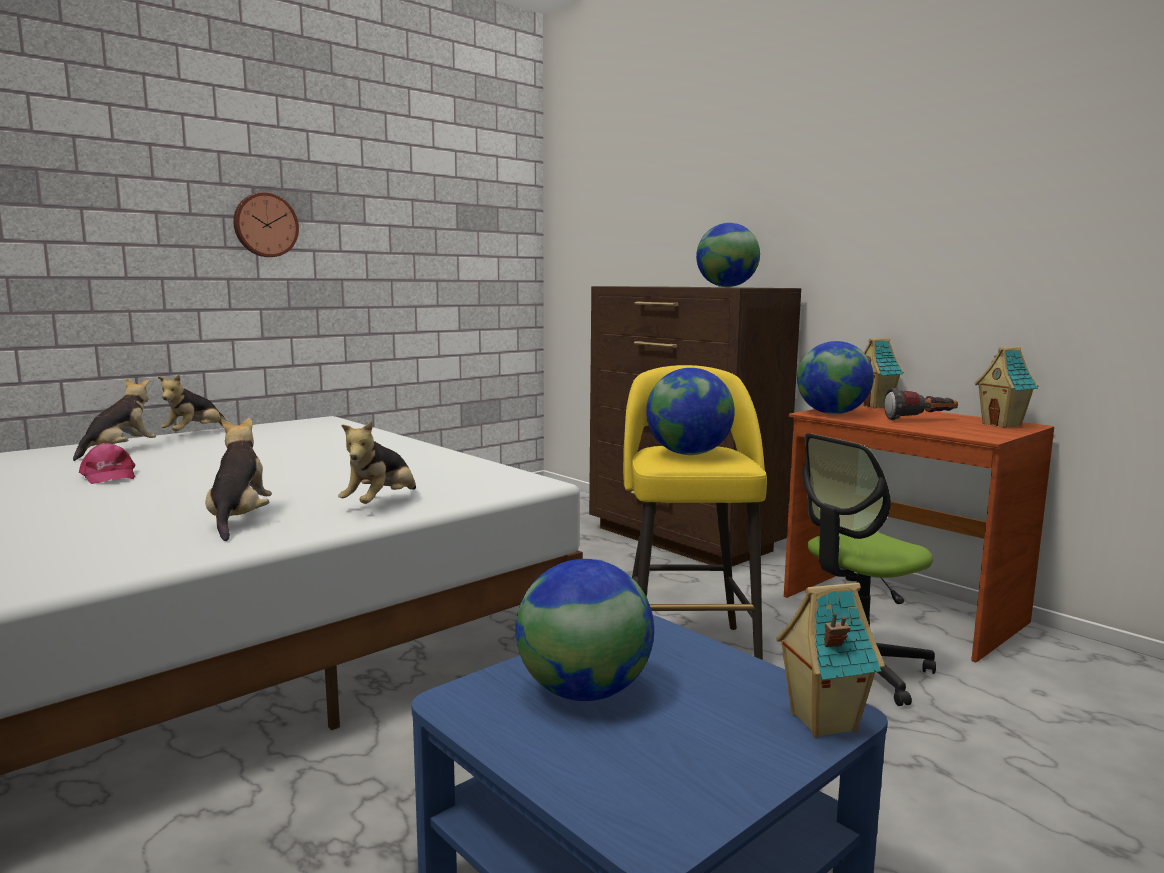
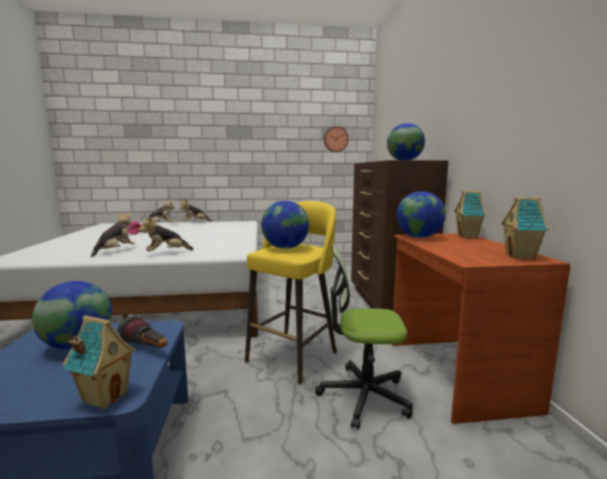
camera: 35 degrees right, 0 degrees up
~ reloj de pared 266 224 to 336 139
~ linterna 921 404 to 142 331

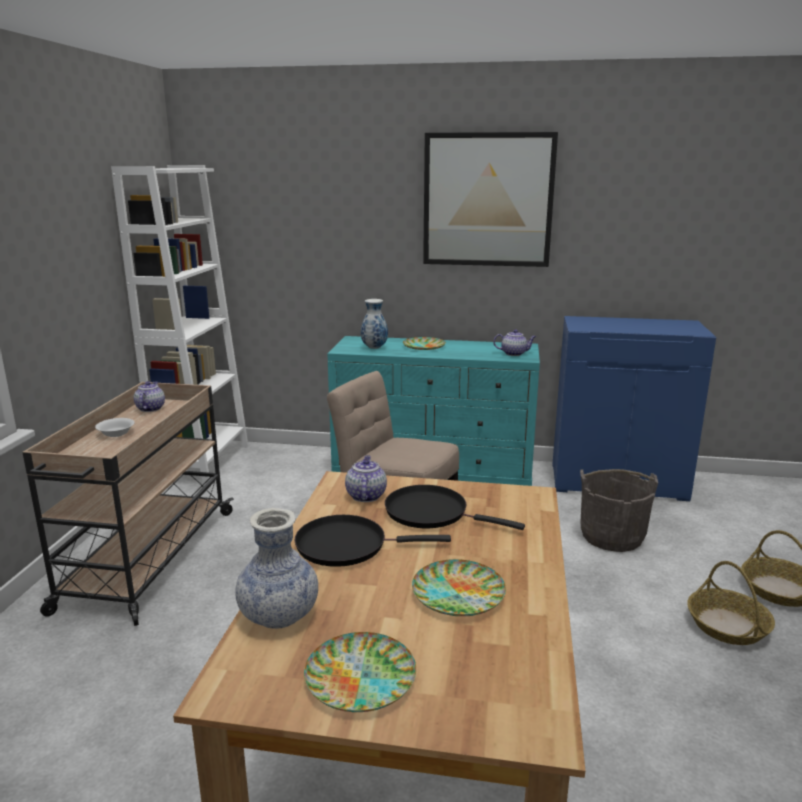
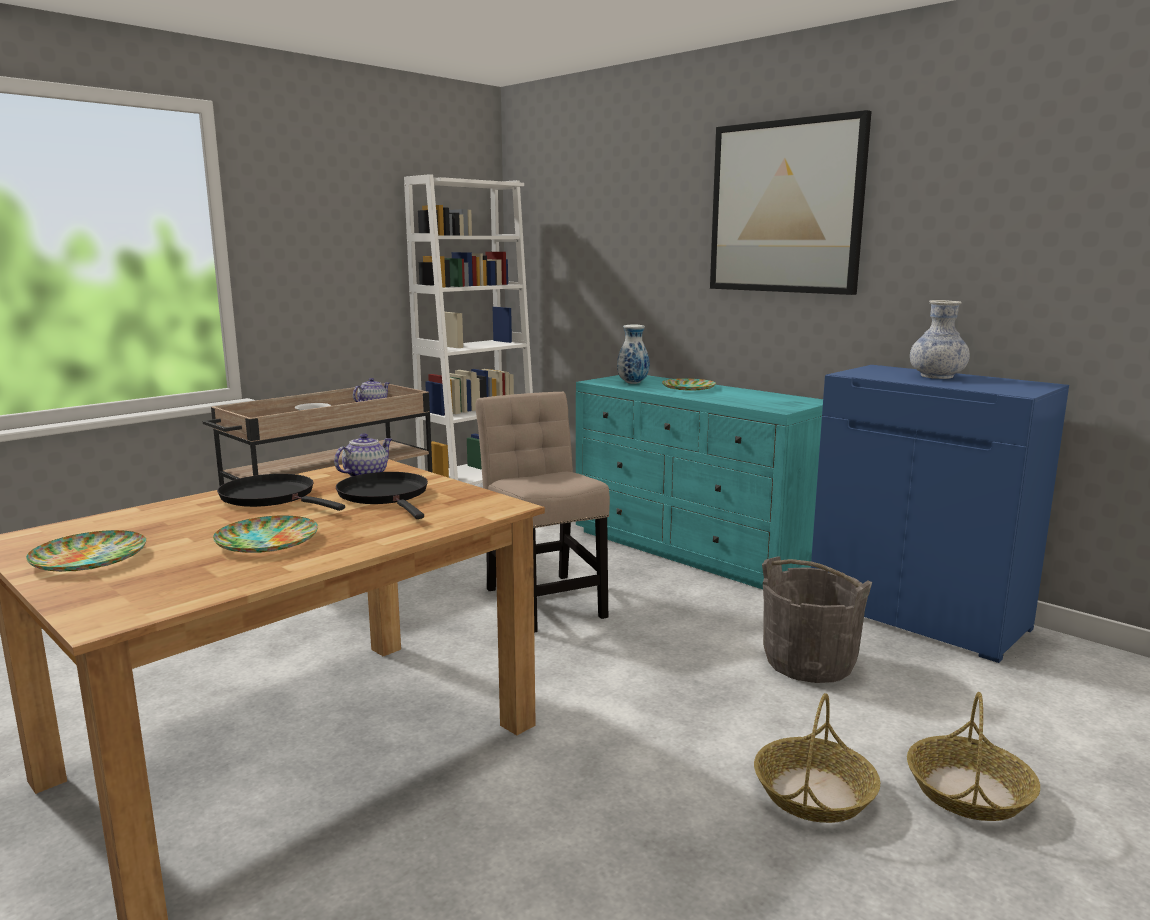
camera: 35 degrees right, 5 degrees down
- tetera 514 342
~ florero 276 568 to 940 339

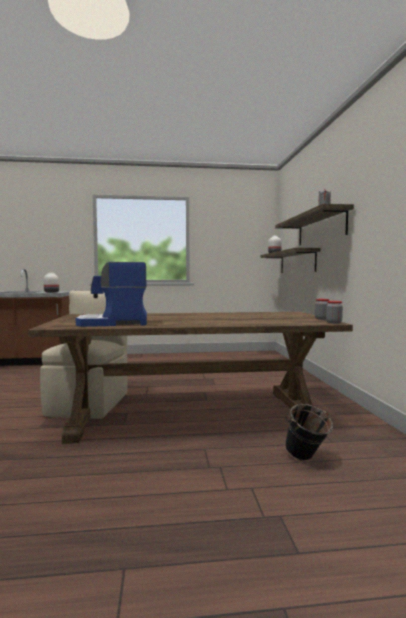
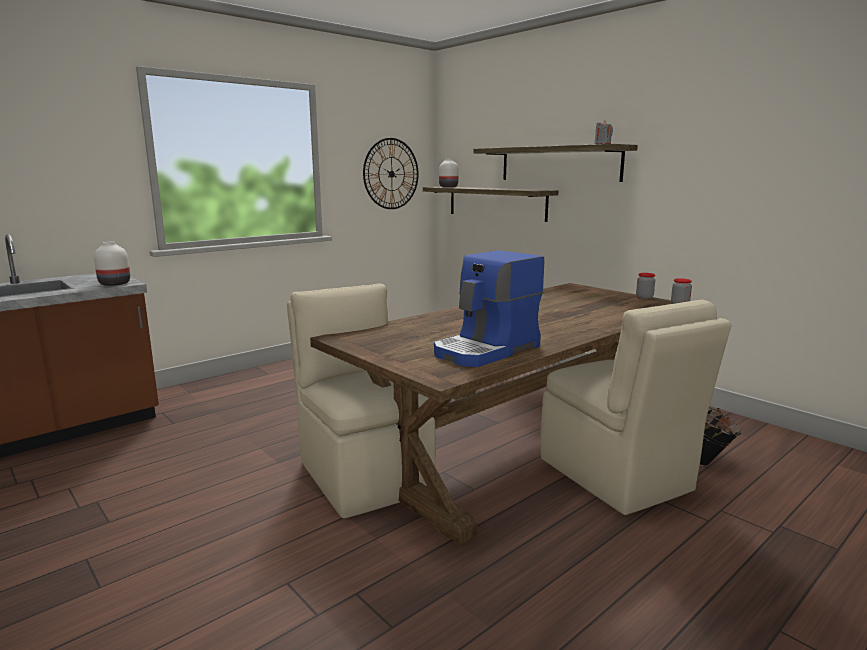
camera: 35 degrees left, 10 degrees up
+ reloj de pared 391 173
+ silla (beis) 636 407

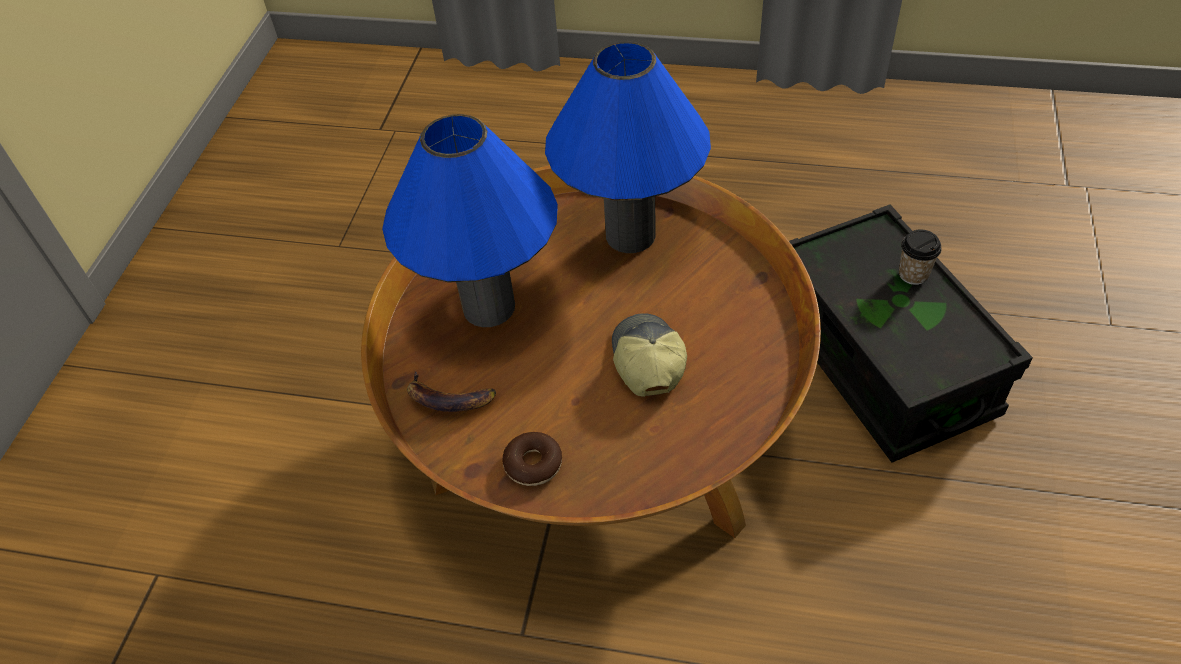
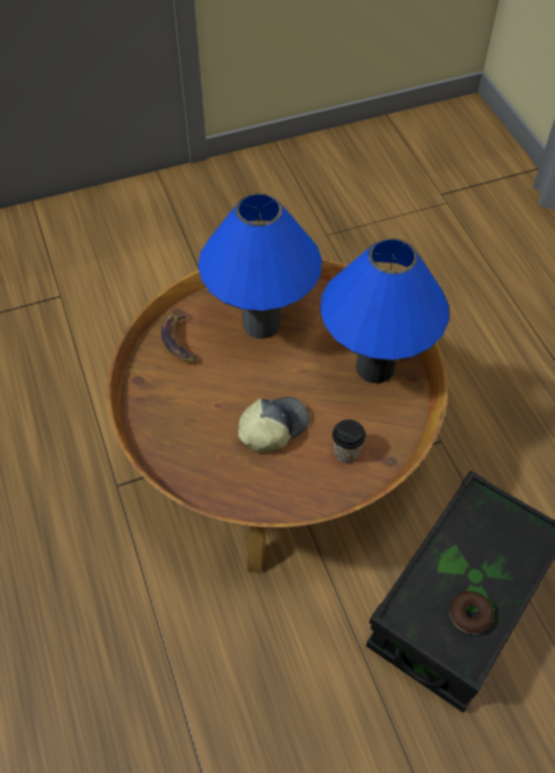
camera: 55 degrees right, 5 degrees up
~ rosquilla 532 459 to 471 612
~ taza 920 257 to 349 441

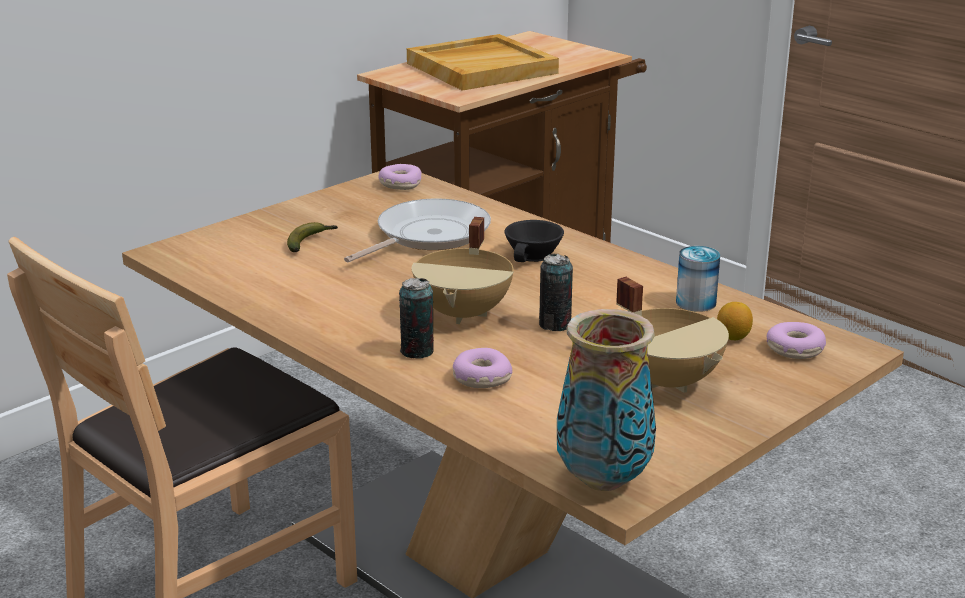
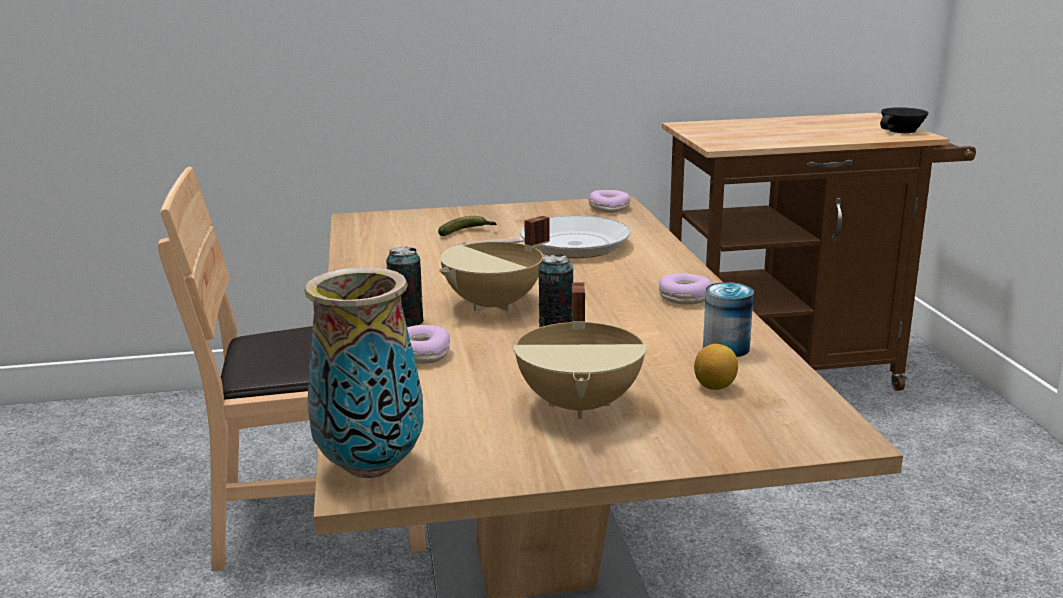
camera: 35 degrees right, 5 degrees down
- bandeja (beis) 483 62
~ taza (negro) 534 241 to 904 120
~ rosquilla 796 340 to 685 289

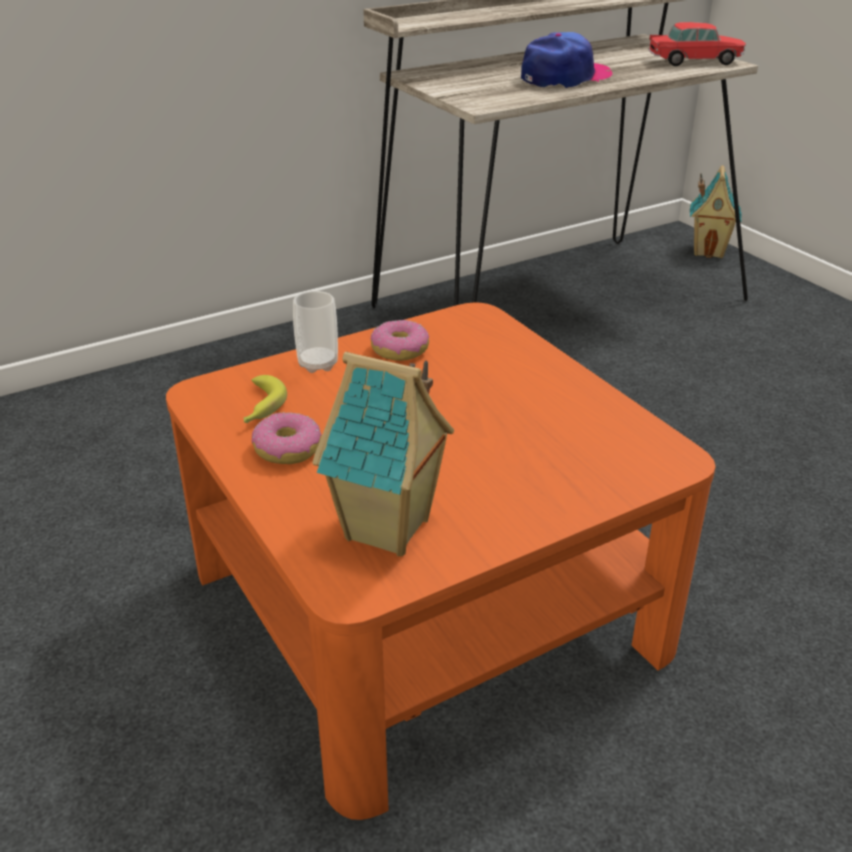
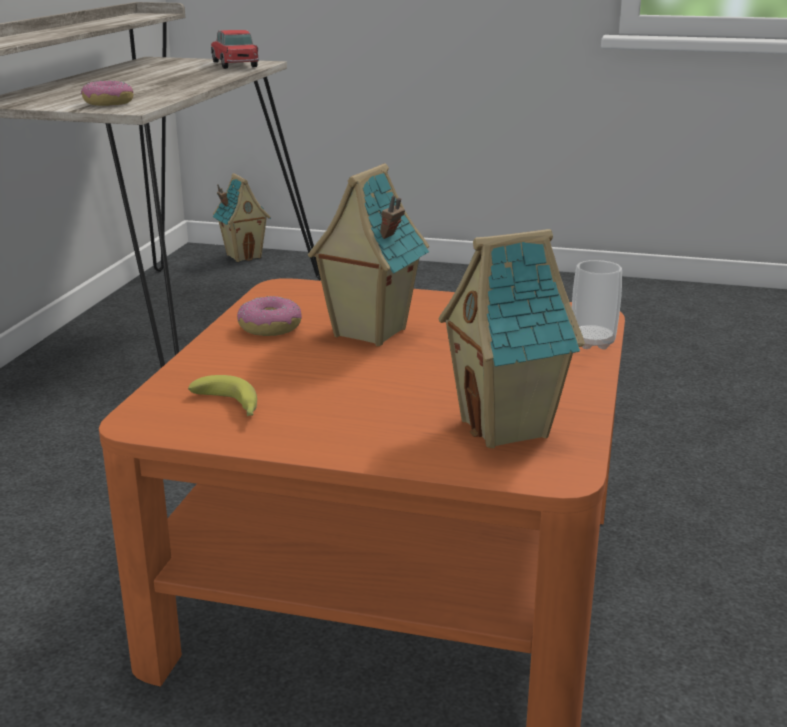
camera: 45 degrees left, 10 degrees down
- gorra 566 60
+ casita 368 254
~ rosquilla 287 438 to 107 93
~ taza 315 332 to 597 304
~ coche de juguete 697 44 = 235 49 60 degrees counterclockwise

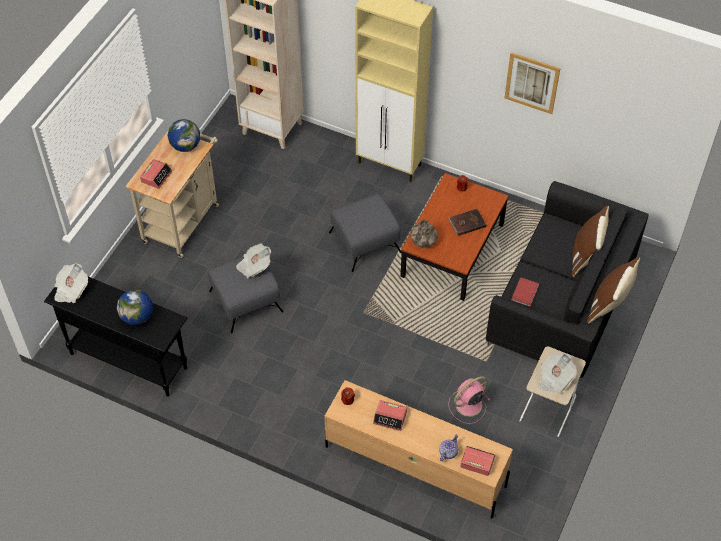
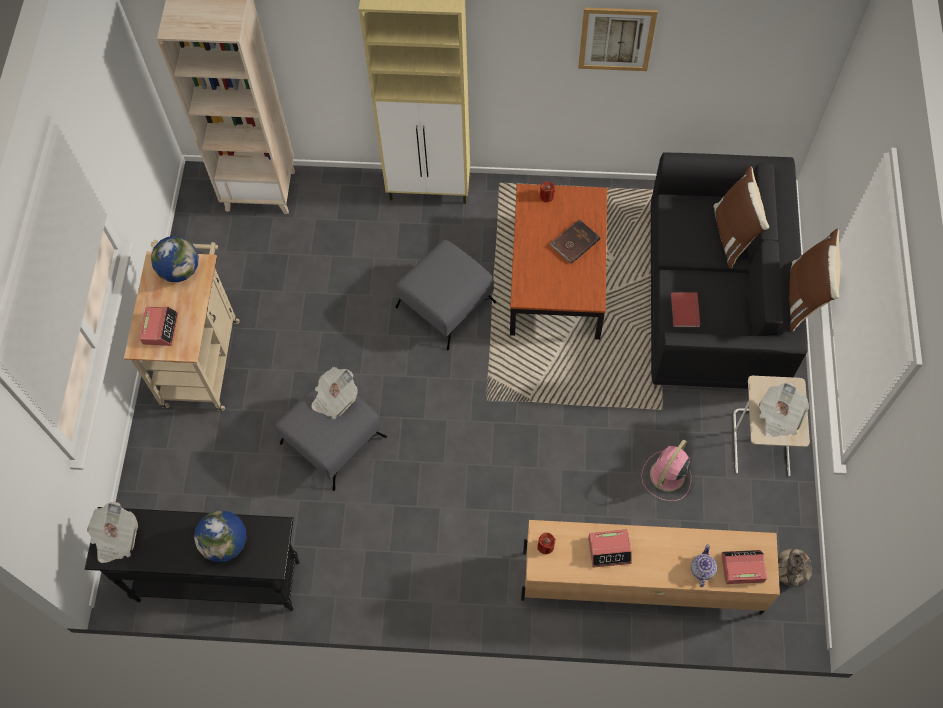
camera: 20 degrees left, 10 degrees up
~ florero 424 233 to 795 567

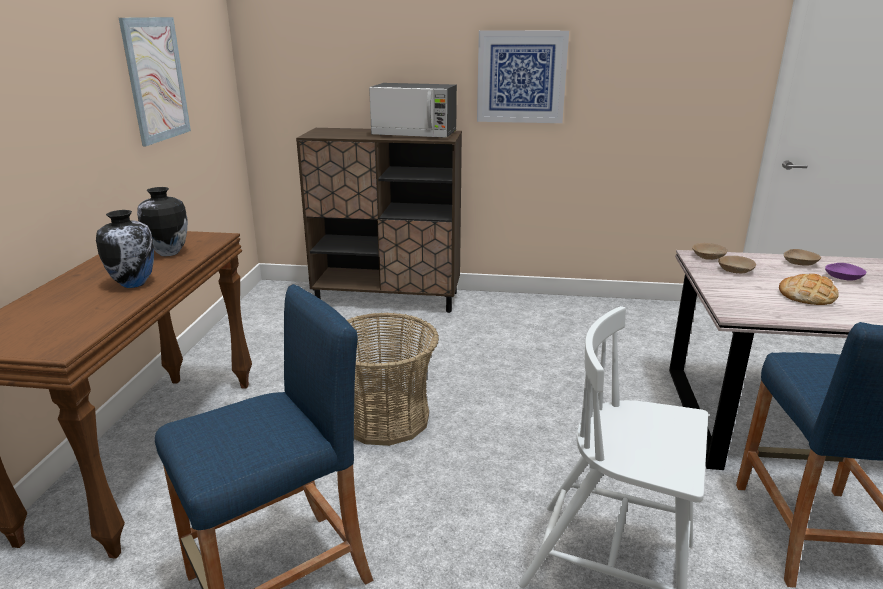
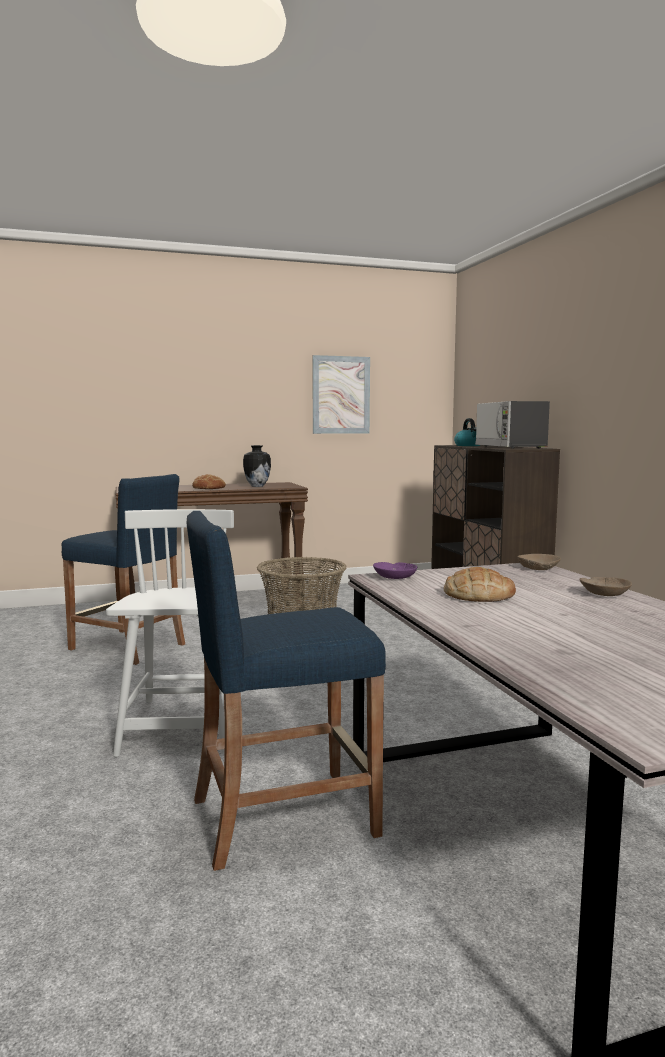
camera: 65 degrees right, 15 degrees down
- cuadro 523 76
- cuenco (beis) 737 264
+ hervidor 467 432
~ cuenco (morado) 845 271 to 395 570
~ florero 125 249 to pan 209 481

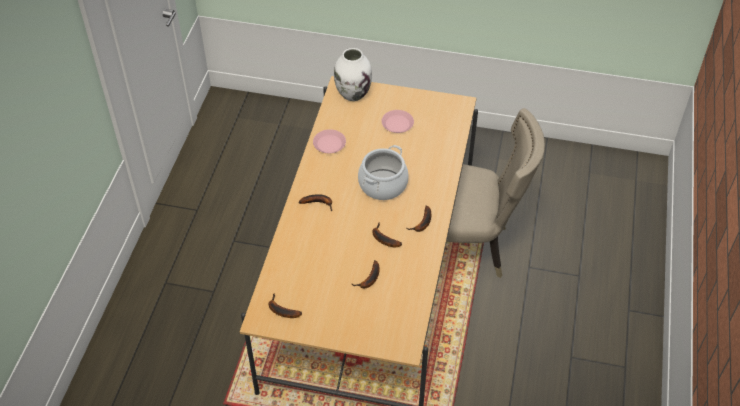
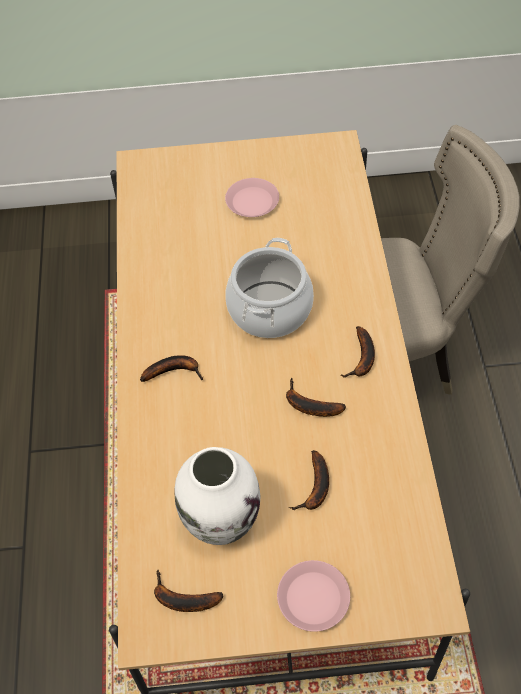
camera: 15 degrees left, 5 degrees up
~ plato (rosa) 329 141 to 313 596
~ florero (blanco) 353 74 to 217 496

